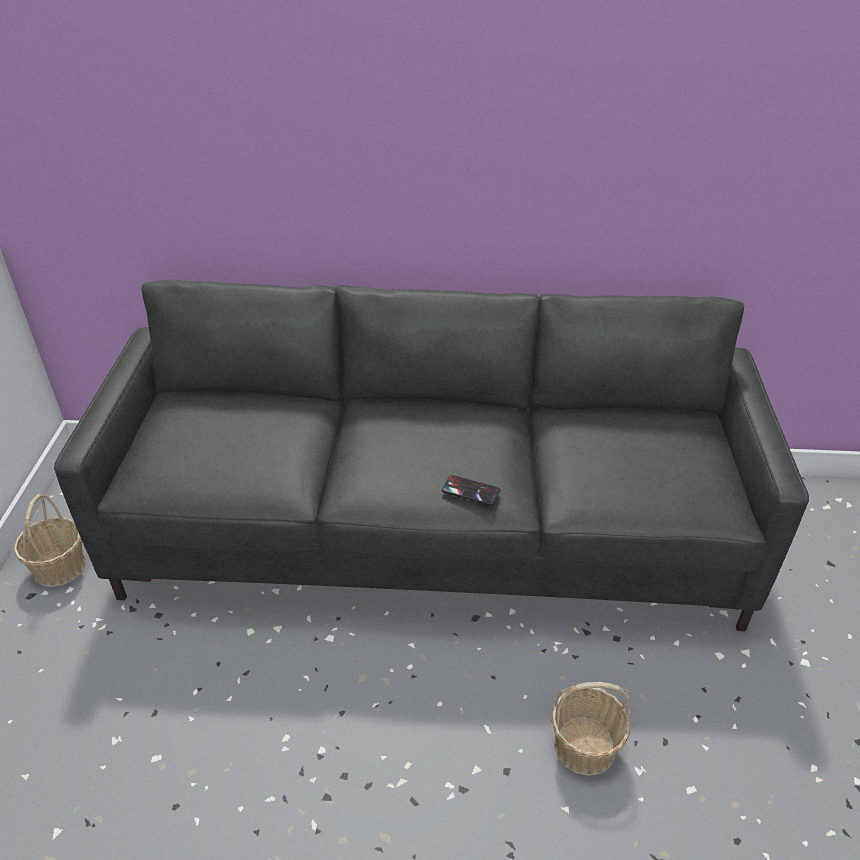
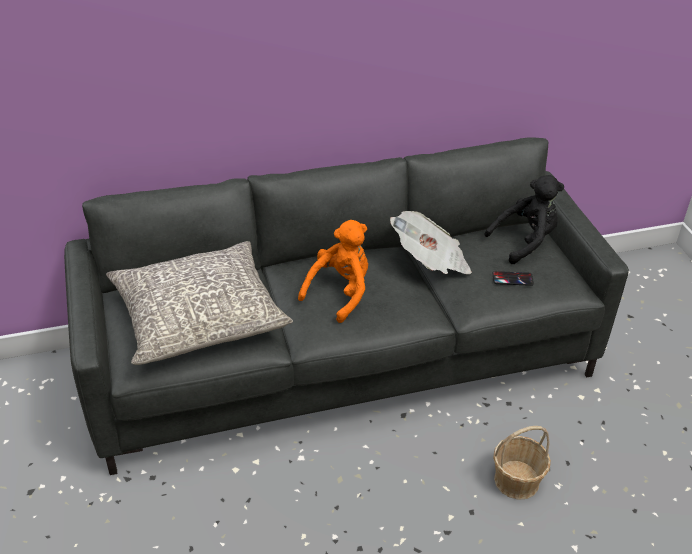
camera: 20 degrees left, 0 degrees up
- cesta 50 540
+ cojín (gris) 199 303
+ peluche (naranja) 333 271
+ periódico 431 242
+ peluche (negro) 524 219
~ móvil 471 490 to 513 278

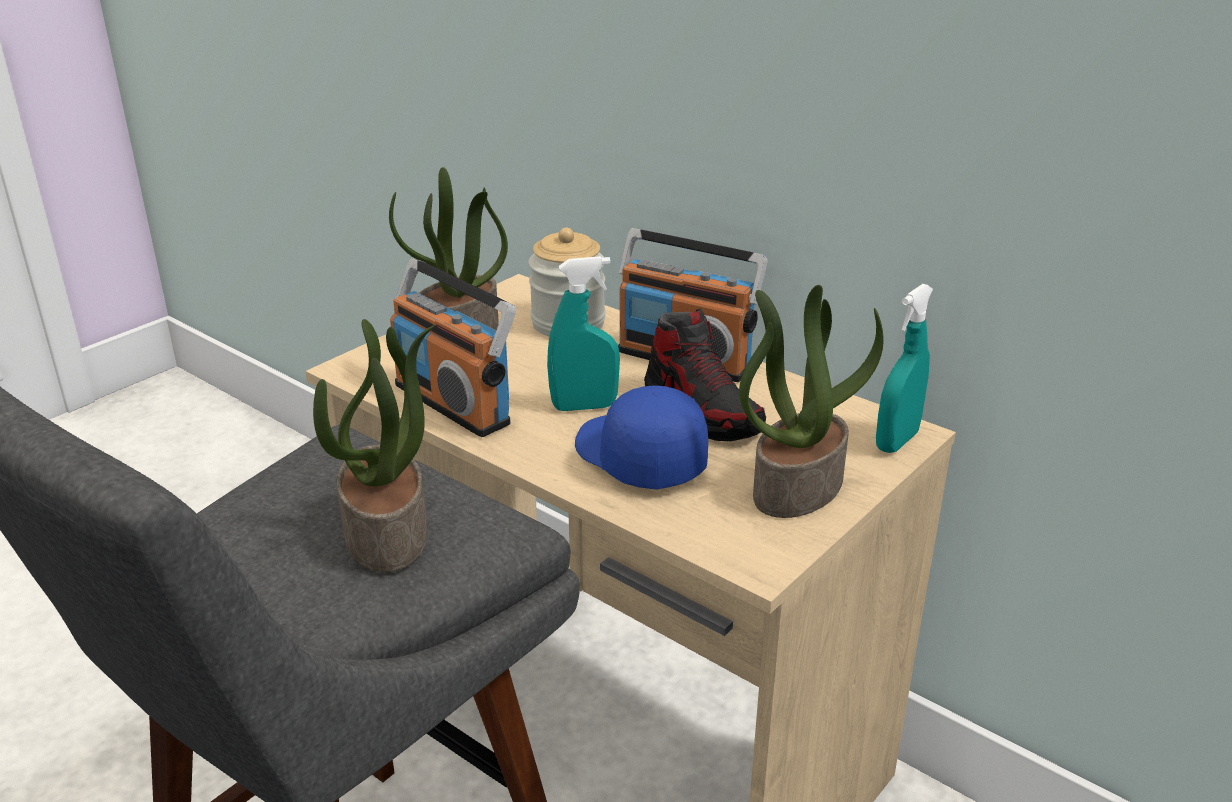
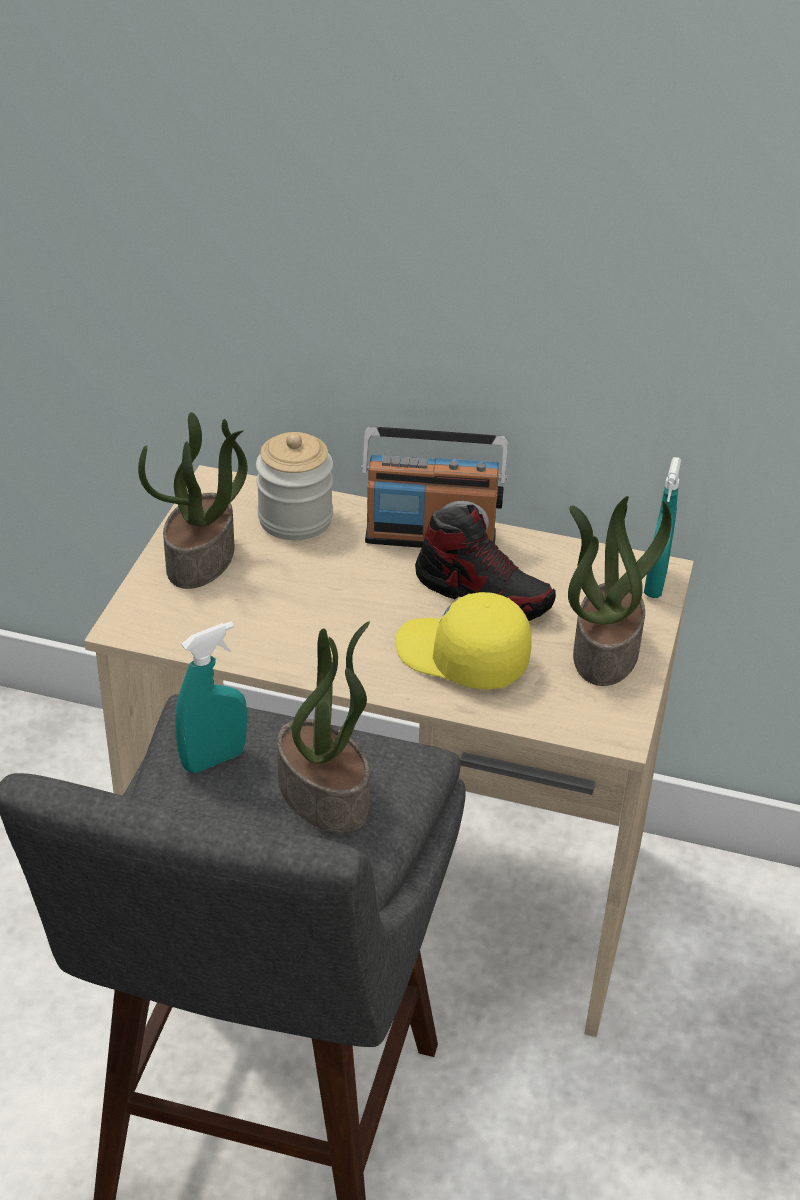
camera: 25 degrees left, 10 degrees up
- radio 453 347
~ pulverizador (turquesa) 583 333 to 211 697
~ gorra (azul) 641 437 to gorra (amarillo) 463 641

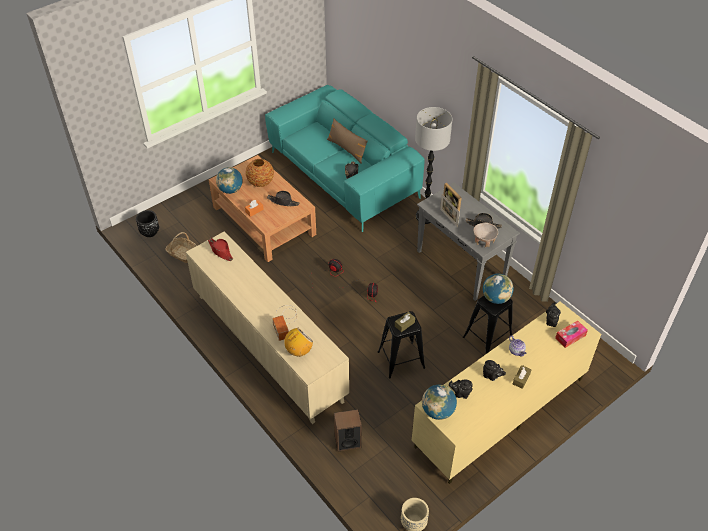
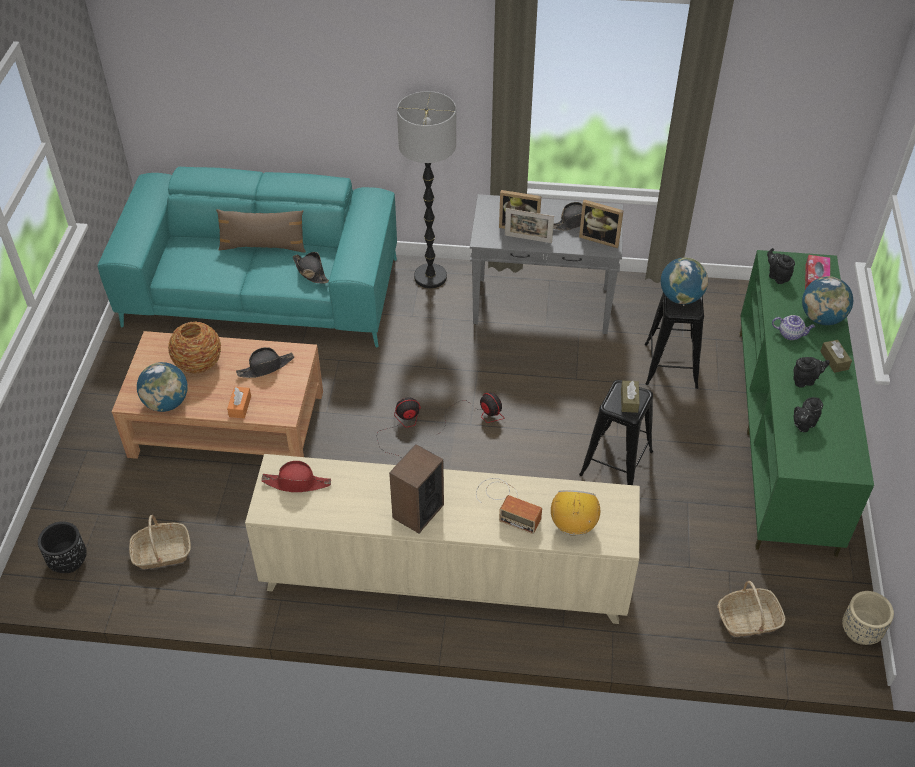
camera: 45 degrees left, 0 degrees up
+ cesta 751 609
~ altavoz 348 430 to 416 488
~ globo terráqueo 439 402 to 827 300
~ cuenco (beis) 485 235 to portarretratos 601 224
~ mueble de televisión (beis) 506 393 to mueble de televisión (verde) 807 403

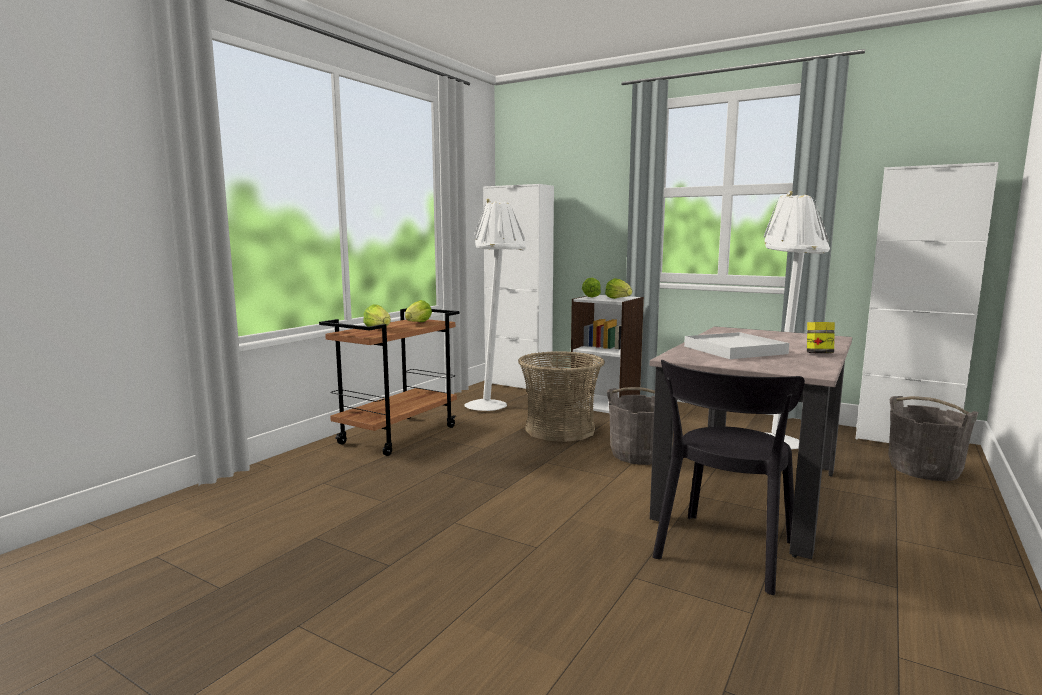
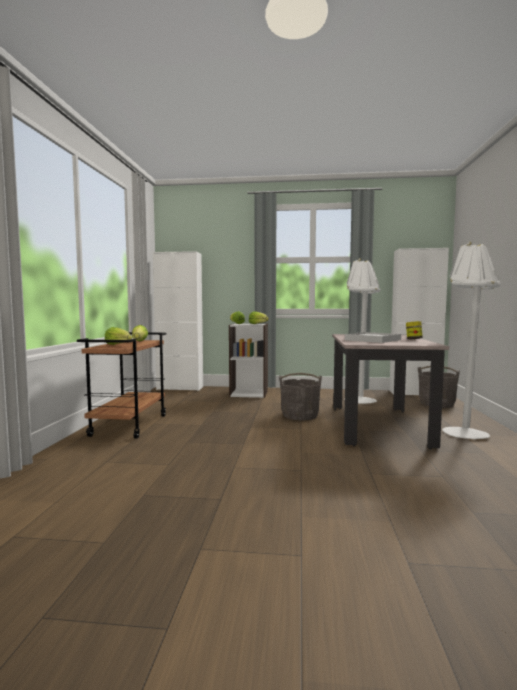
camera: 25 degrees left, 5 degrees down
- cesta 561 396
- silla (negro) 729 477
~ lámpara de pie (blanco) 495 305 to 471 340

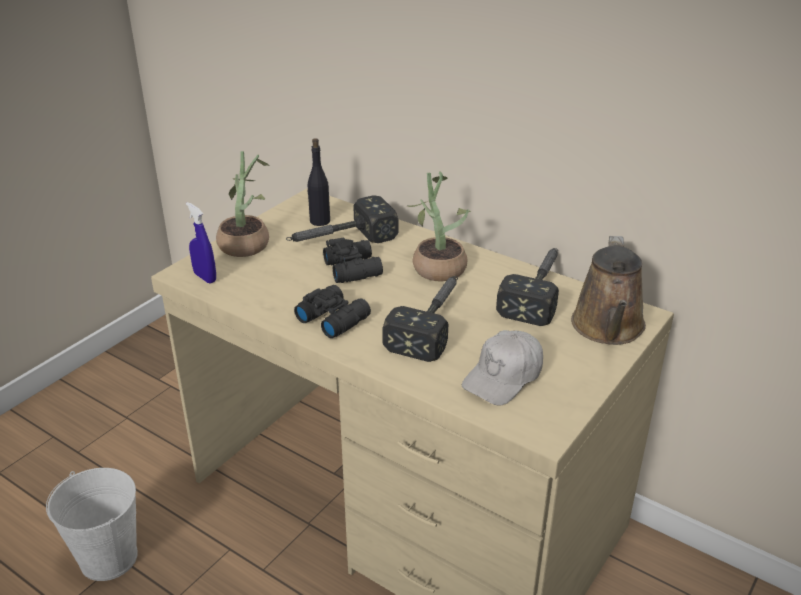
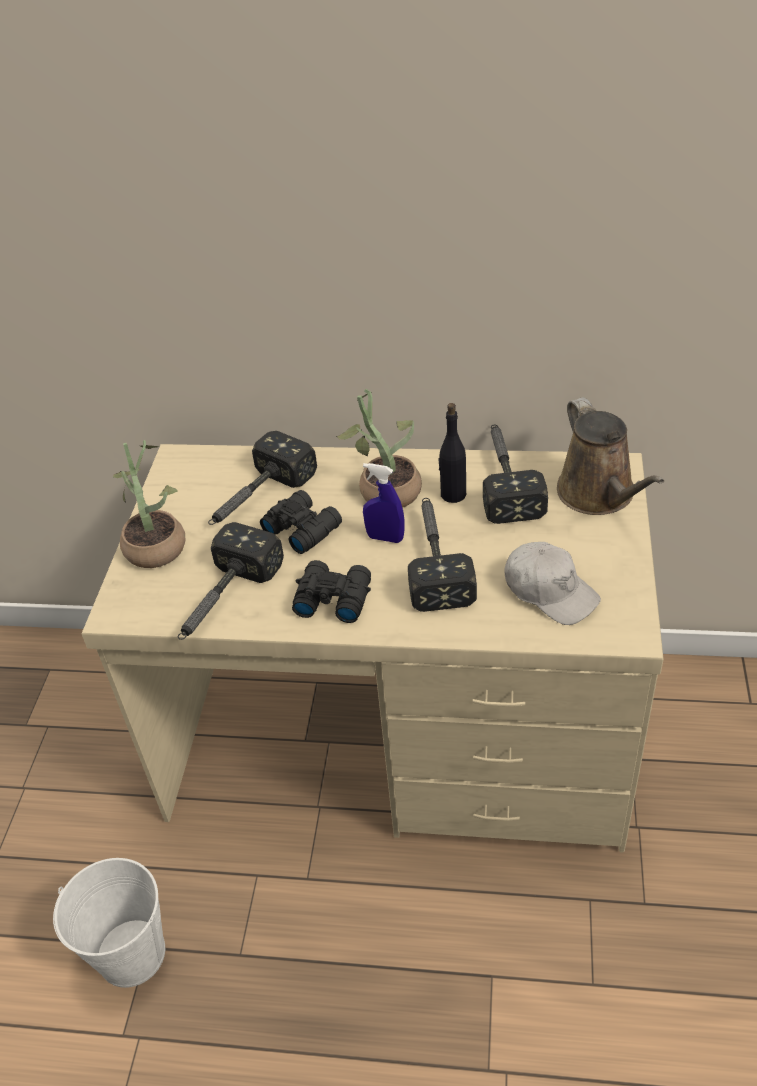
camera: 25 degrees left, 10 degrees up
+ martillo 231 581
~ pulverizador (azul) 201 242 to 384 503
~ botella (negro) 319 182 to 452 453
~ gorra (blanco) 502 368 = 552 583 60 degrees counterclockwise

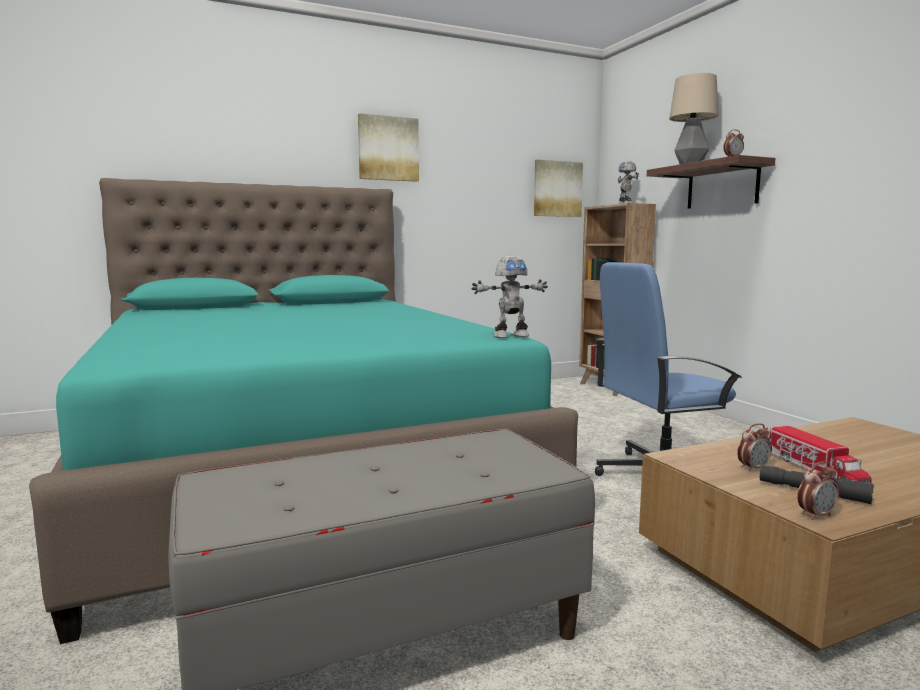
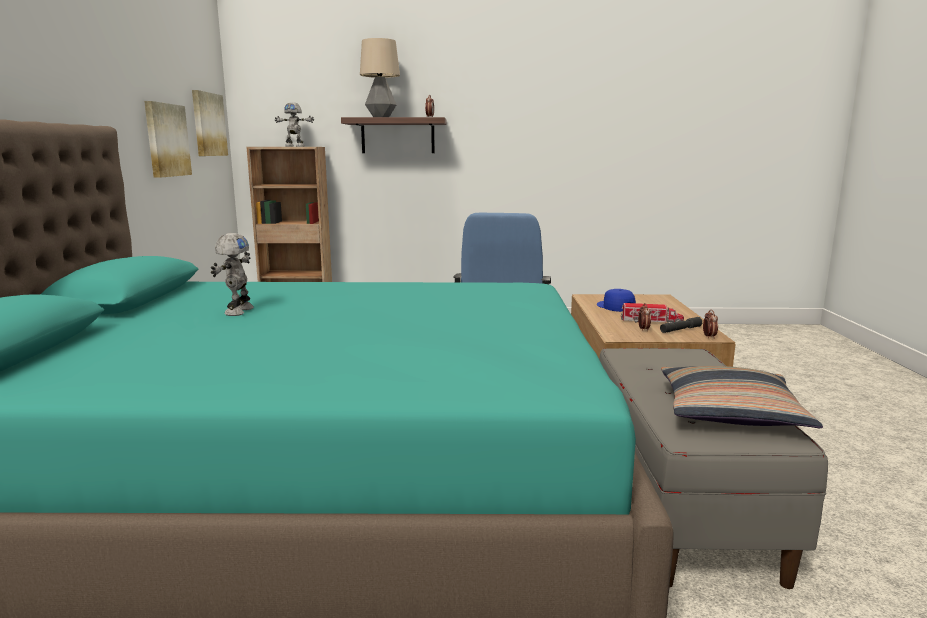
camera: 65 degrees left, 5 degrees up
+ gorra (azul) 616 300
+ cojín 742 397
~ cuadro 388 147 to 168 139
~ robot de juguete 509 297 to 232 274

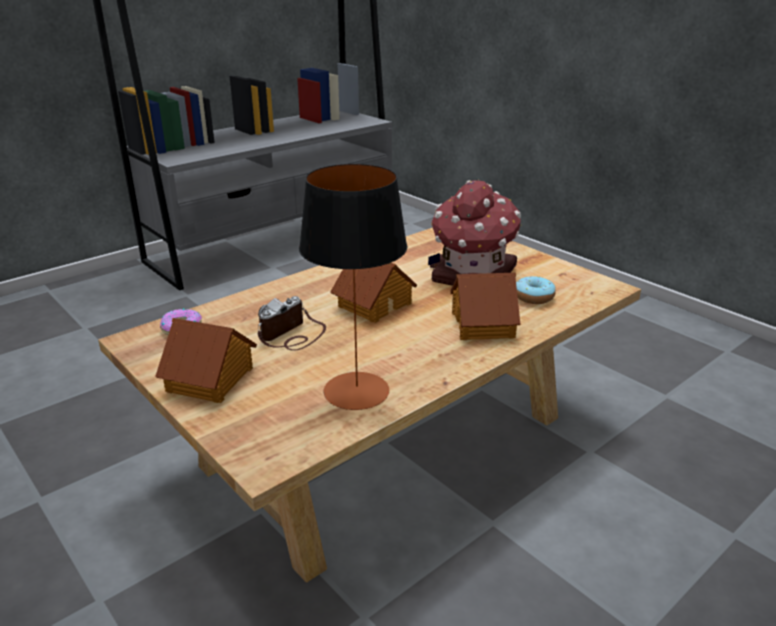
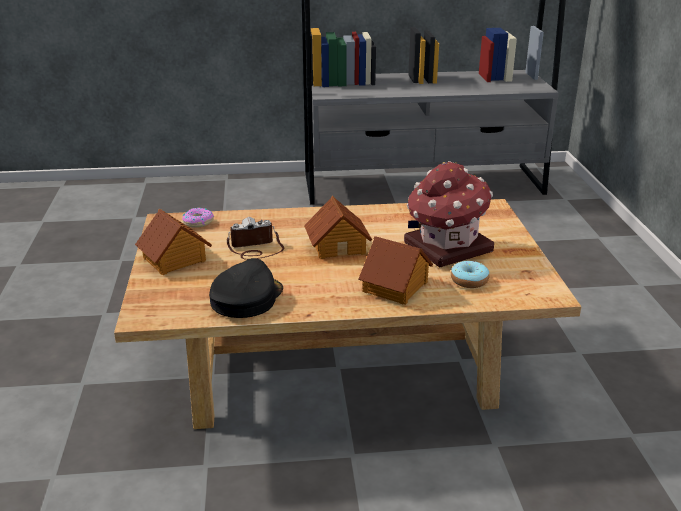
camera: 35 degrees right, 0 degrees up
~ lámpara de mesa 353 287 to gorra (negro) 246 288

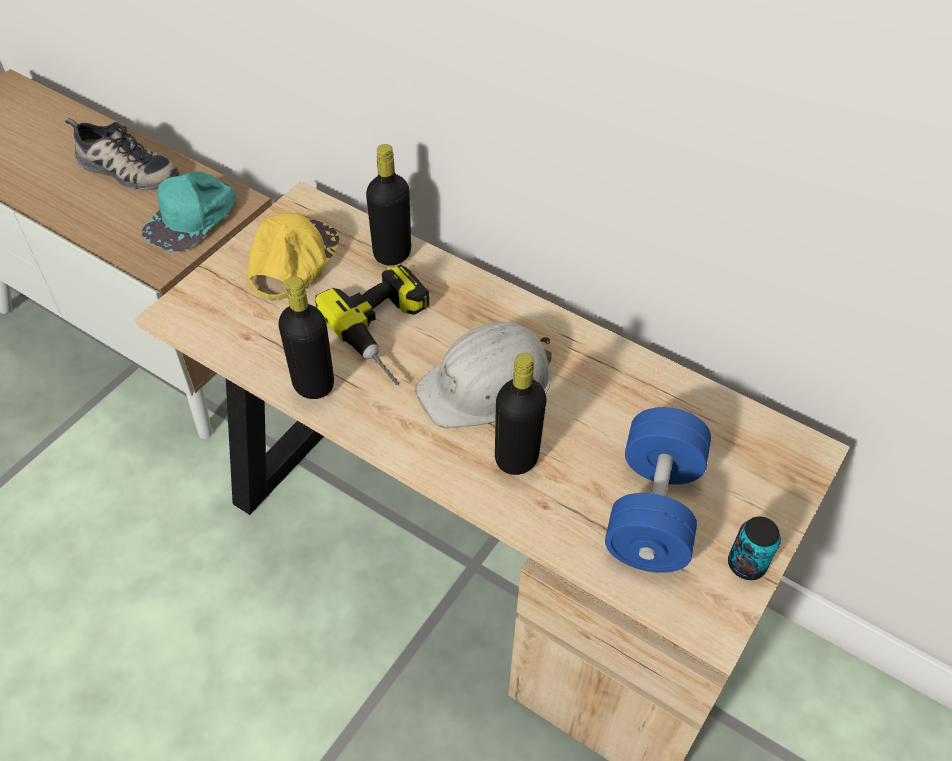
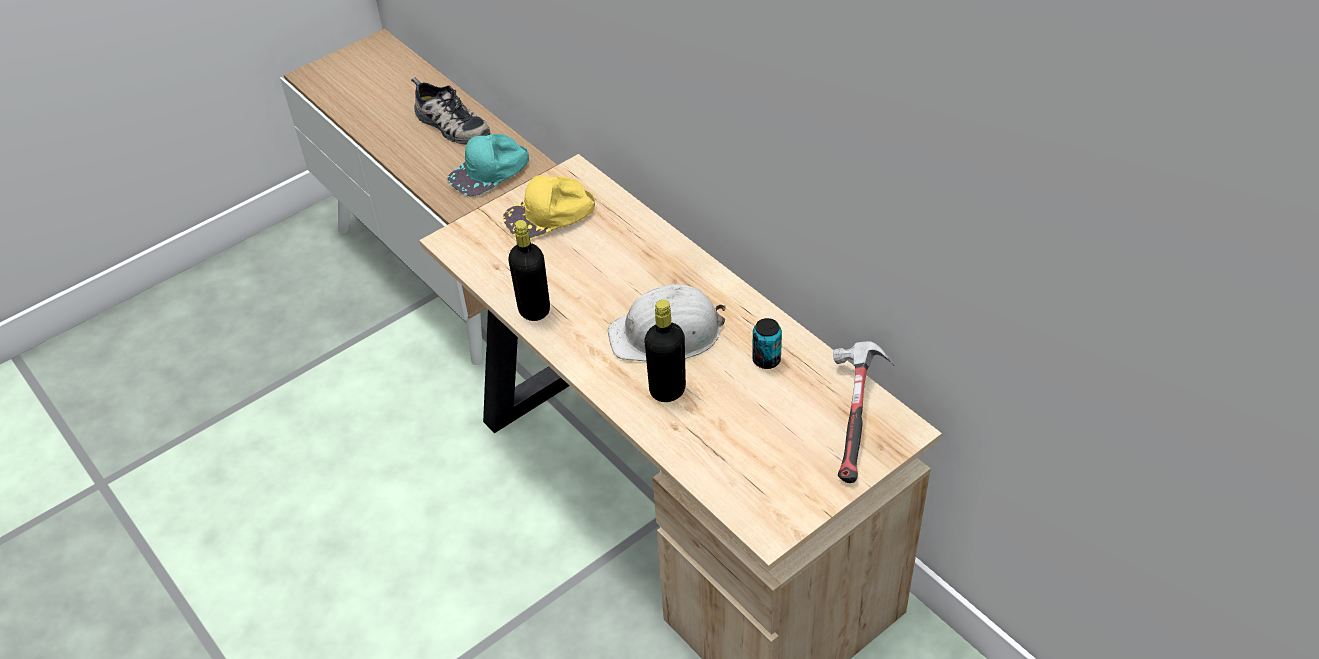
camera: 20 degrees right, 5 degrees down
- taladro 372 325
- botella (negro) 388 204
- mancuerna (azul) 658 490
+ martillo 863 412
~ lata 754 548 to 767 343
~ gorra (amarillo) 294 256 = 549 207 150 degrees counterclockwise

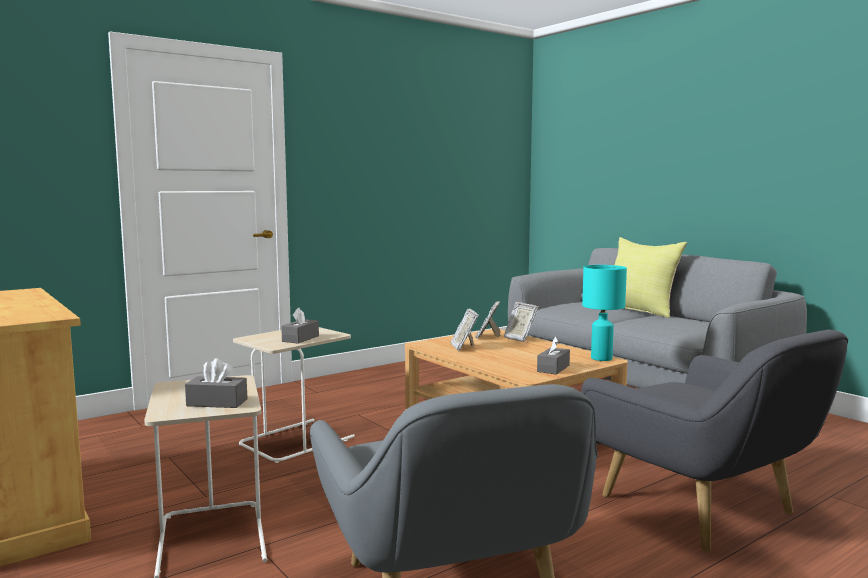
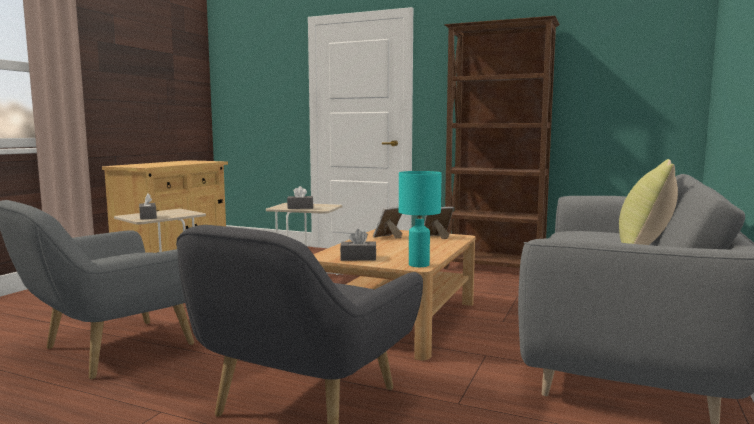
camera: 60 degrees right, 0 degrees up
- portarretratos 521 322
+ estantería (marrón) 502 142

